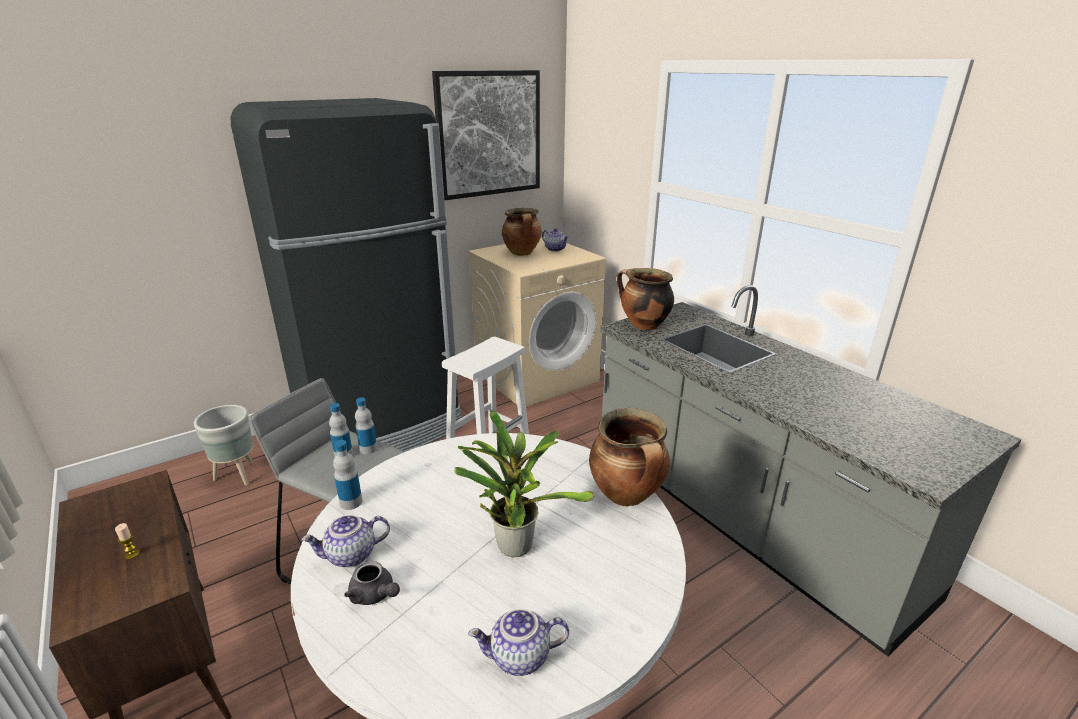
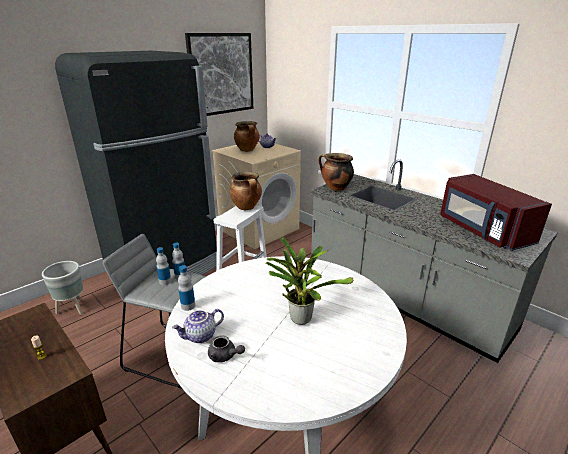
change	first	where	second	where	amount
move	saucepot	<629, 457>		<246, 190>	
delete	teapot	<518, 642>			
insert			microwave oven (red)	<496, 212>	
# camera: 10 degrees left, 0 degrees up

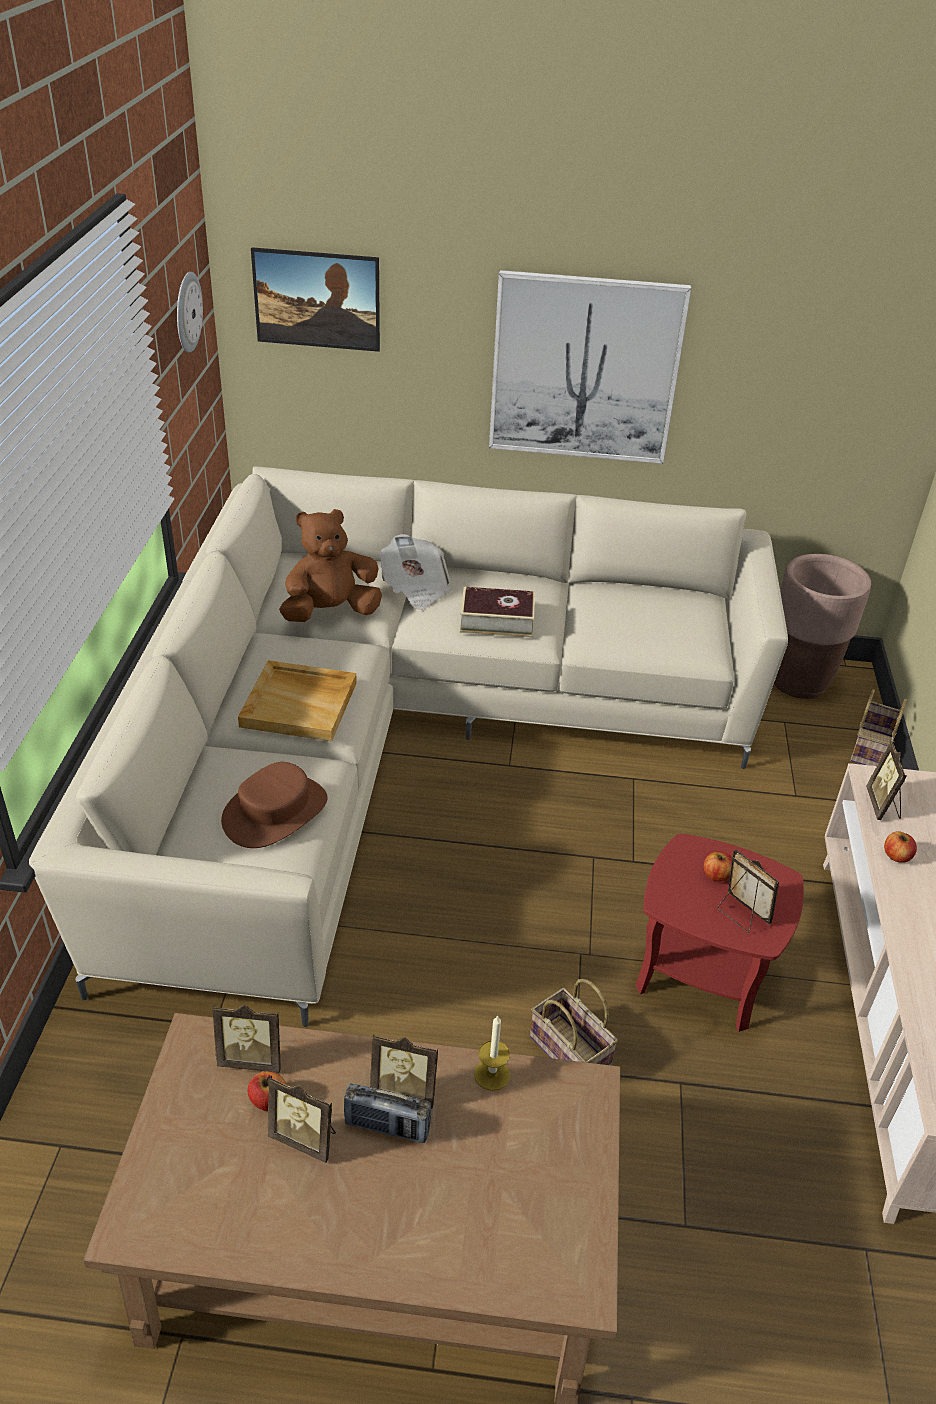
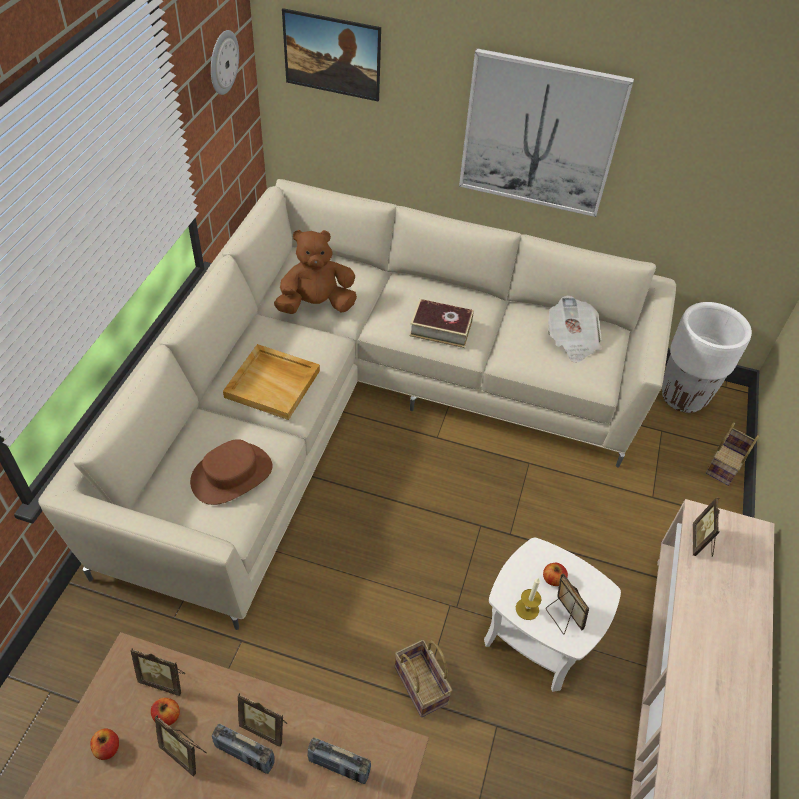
change	first	where	second	where	amount
move	newspaper	<415, 572>		<574, 329>	
recolor	plant pot (brownish)	<822, 626>	plant pot (whitish)	<707, 357>	
move	apple	<900, 847>		<104, 744>	
recolor	accent table (red)	<719, 933>	accent table (whitish)	<552, 615>	
move	wax light	<492, 1053>		<529, 599>	
insert			radio	<339, 760>	
# camera: 10 degrees right, 10 degrees up

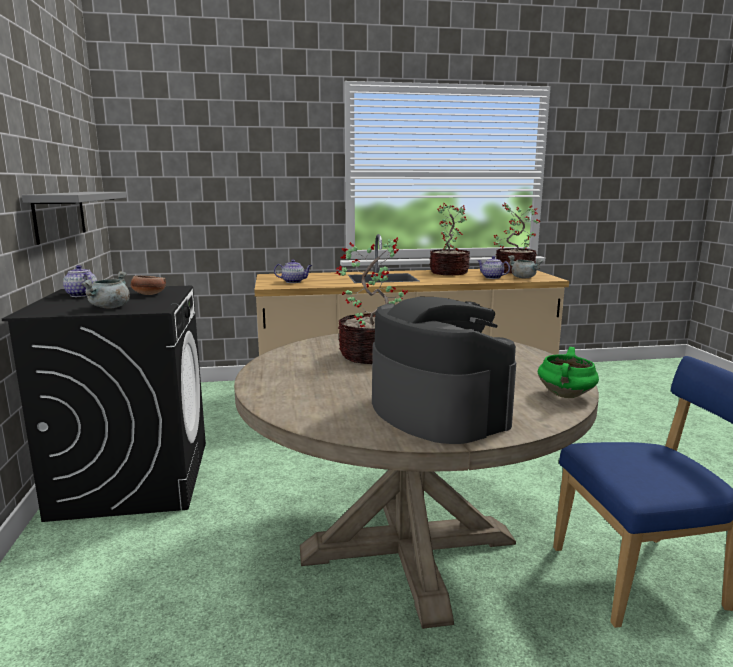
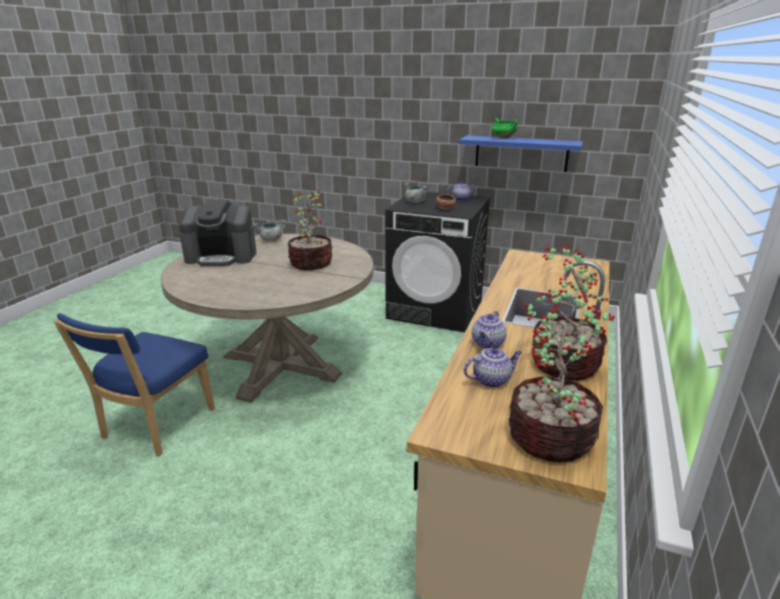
change	first	where	second	where	amount
recolor	bracket shelf (gray)	<74, 218>	bracket shelf (blue)	<521, 153>	
move	saucepot (gray)	<525, 266>		<269, 231>	
move	teapot	<293, 271>		<489, 330>	
move	saucepot (green)	<568, 372>		<505, 128>	
# camera: 120 degrees right, 10 degrees up

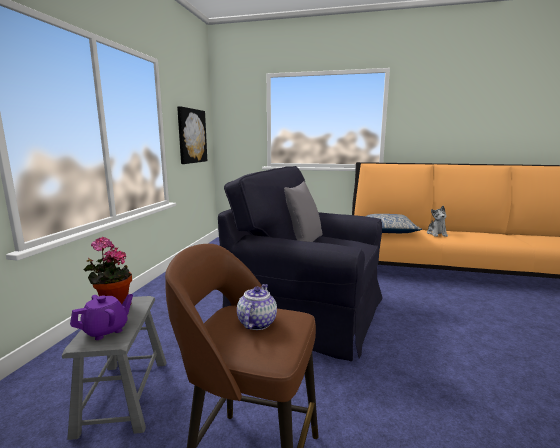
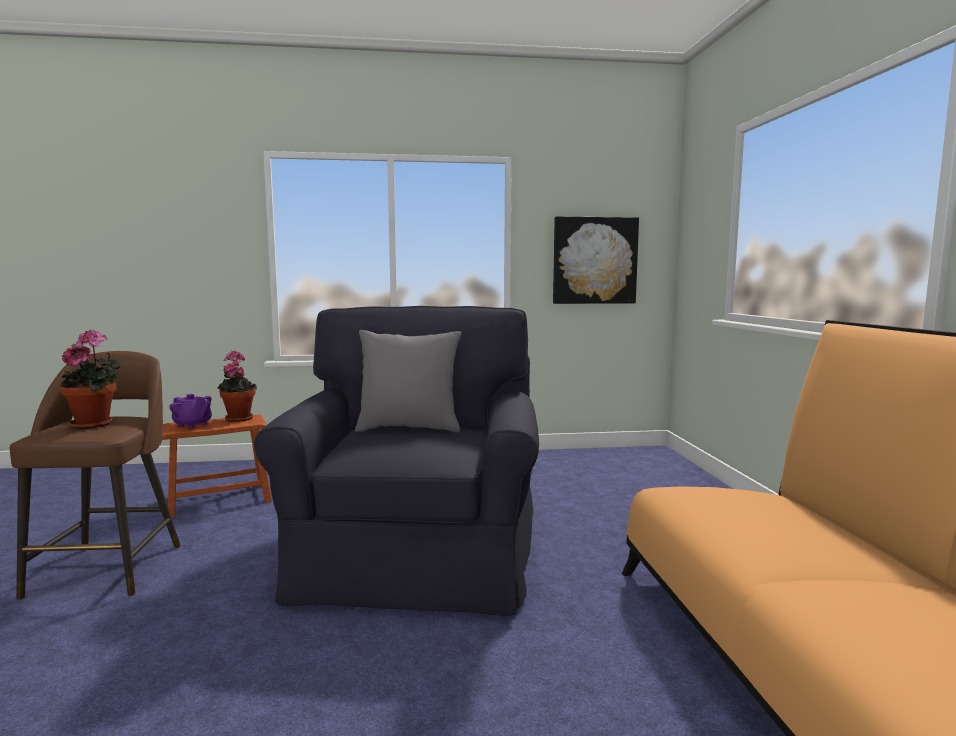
change	first	where	second	where	amount
delete	soft toy	<437, 221>			
delete	pillow	<394, 223>			
replace	teapot	<257, 307>	potted plant	<91, 379>	
recolor	stool seat (gray)	<114, 368>	stool seat (brownish)	<217, 466>	
# camera: 70 degrees right, 5 degrees down

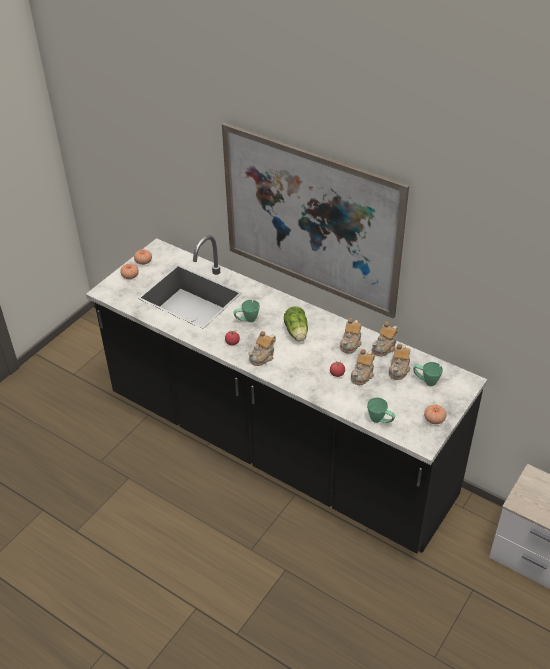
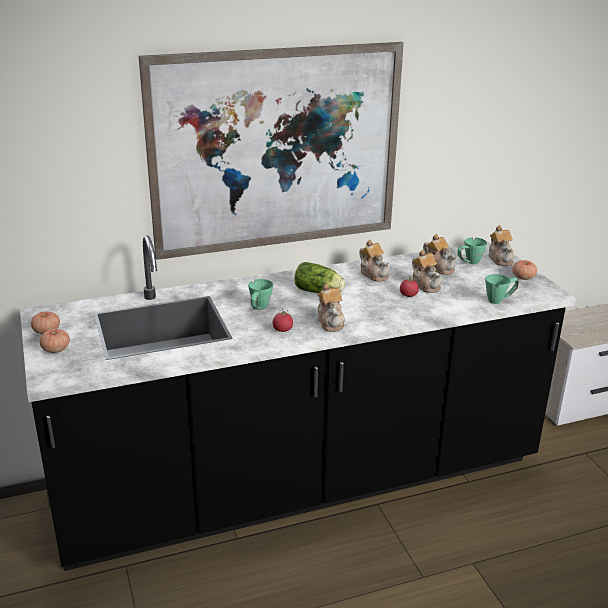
change	first	where	second	where	amount
move	teapot	<385, 339>		<501, 245>	
# camera: 55 degrees left, 15 degrees down

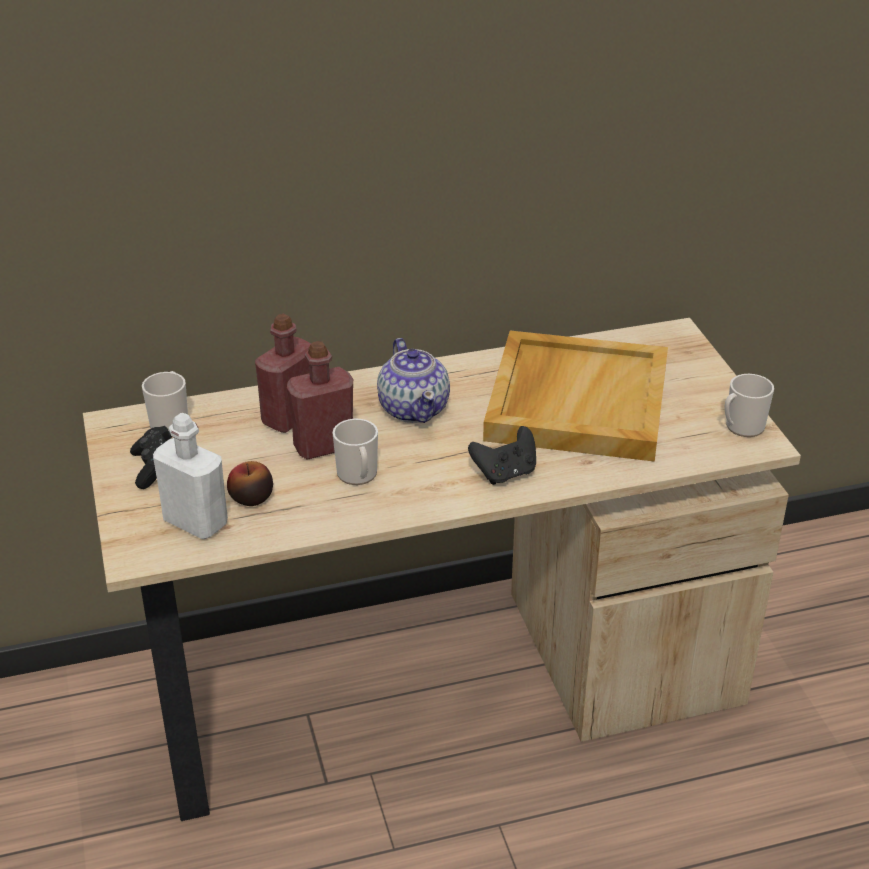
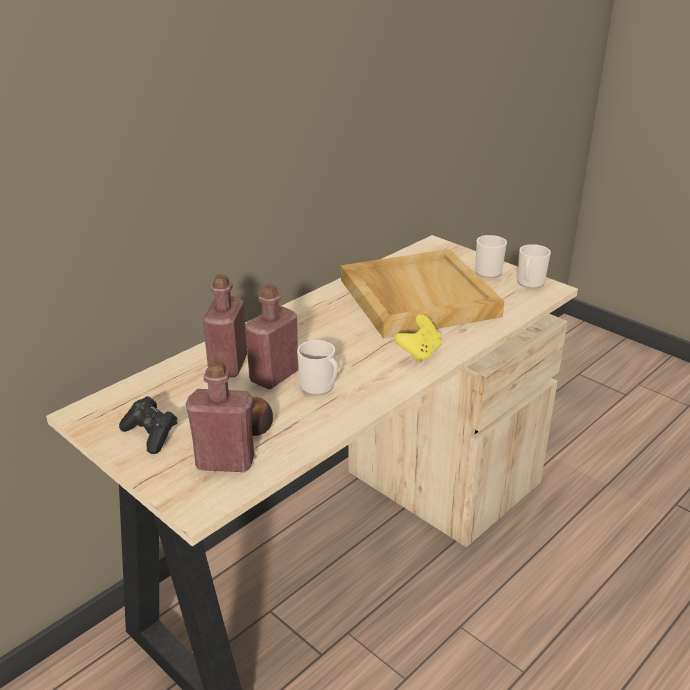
change	first	where	second	where	amount
delete	teapot	<413, 380>			
move	mug	<165, 401>		<491, 256>	
recolor	drink bottle (whitish)	<190, 476>	drink bottle (red)	<220, 416>	
recolor	gamepad (blackish)	<502, 455>	gamepad (yellow-coloured)	<417, 338>	
# camera: 30 degrees left, 5 degrees down

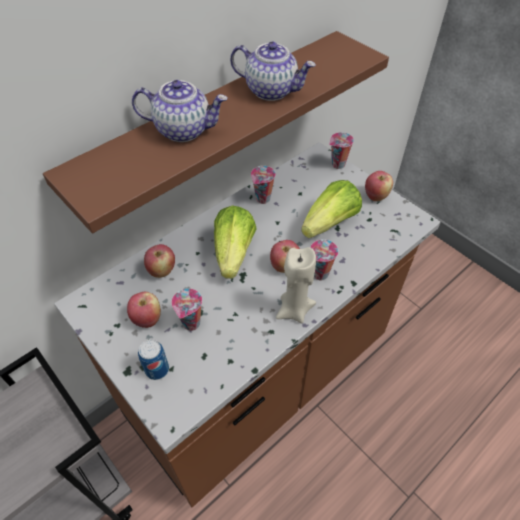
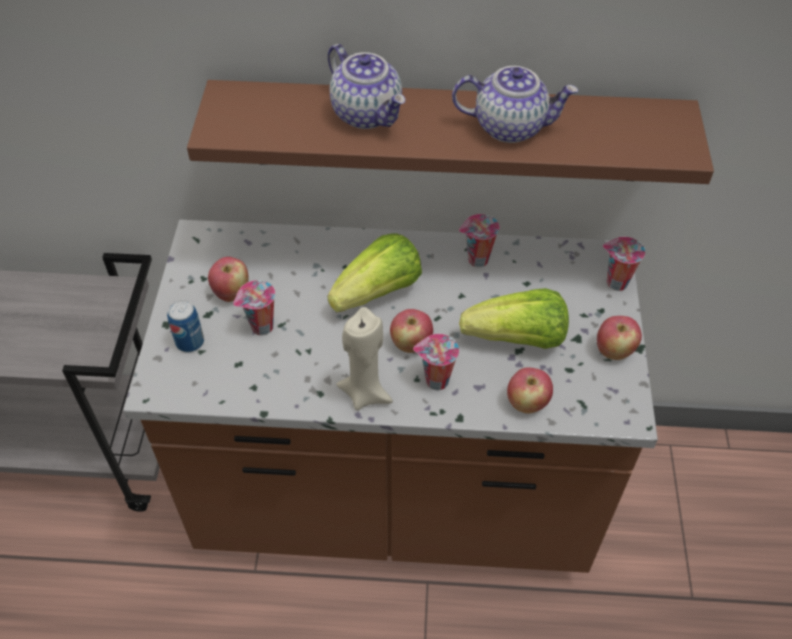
change	first	where	second	where	amount
rotate	teapot	<273, 71>		<515, 104>	60 degrees counterclockwise
move	apple	<159, 261>		<530, 390>	
# camera: 45 degrees right, 0 degrees up

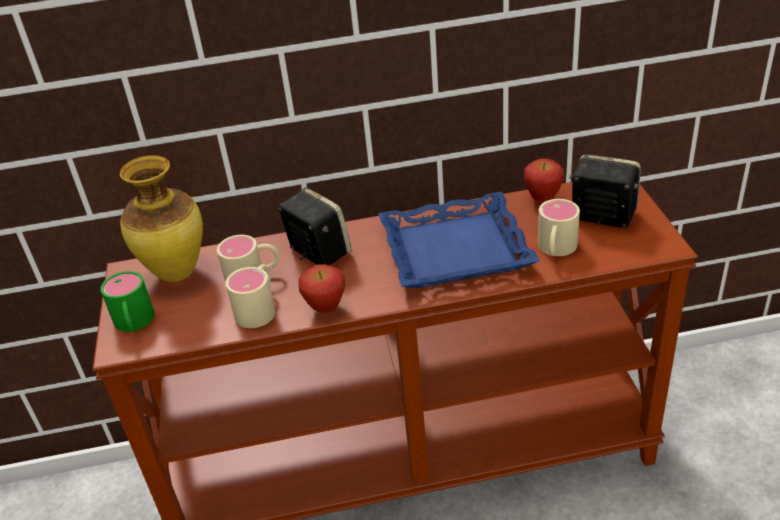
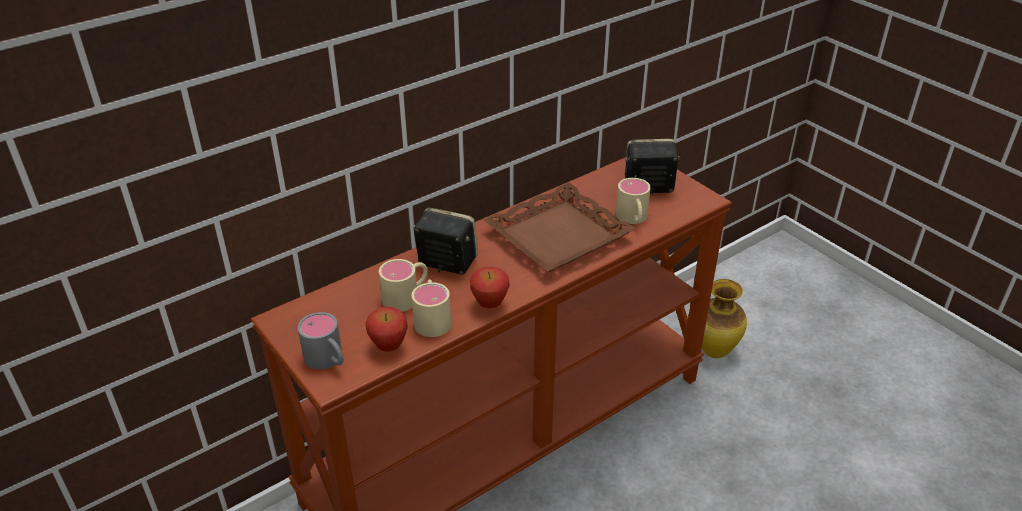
change	first	where	second	where	amount
move	flower vase	<161, 218>		<724, 318>	
move	apple	<544, 180>		<387, 329>	
recolor	tray (blue)	<459, 240>	tray (brownish)	<559, 227>	
recolor	mug (green)	<127, 301>	mug (gray)	<321, 341>	
# camera: 30 degrees left, 0 degrees up

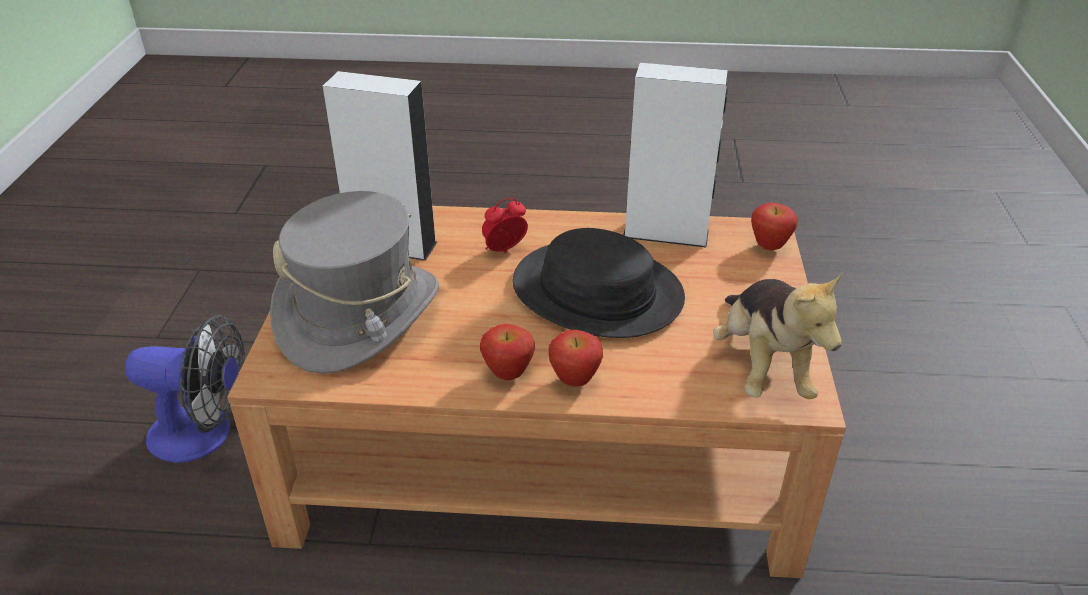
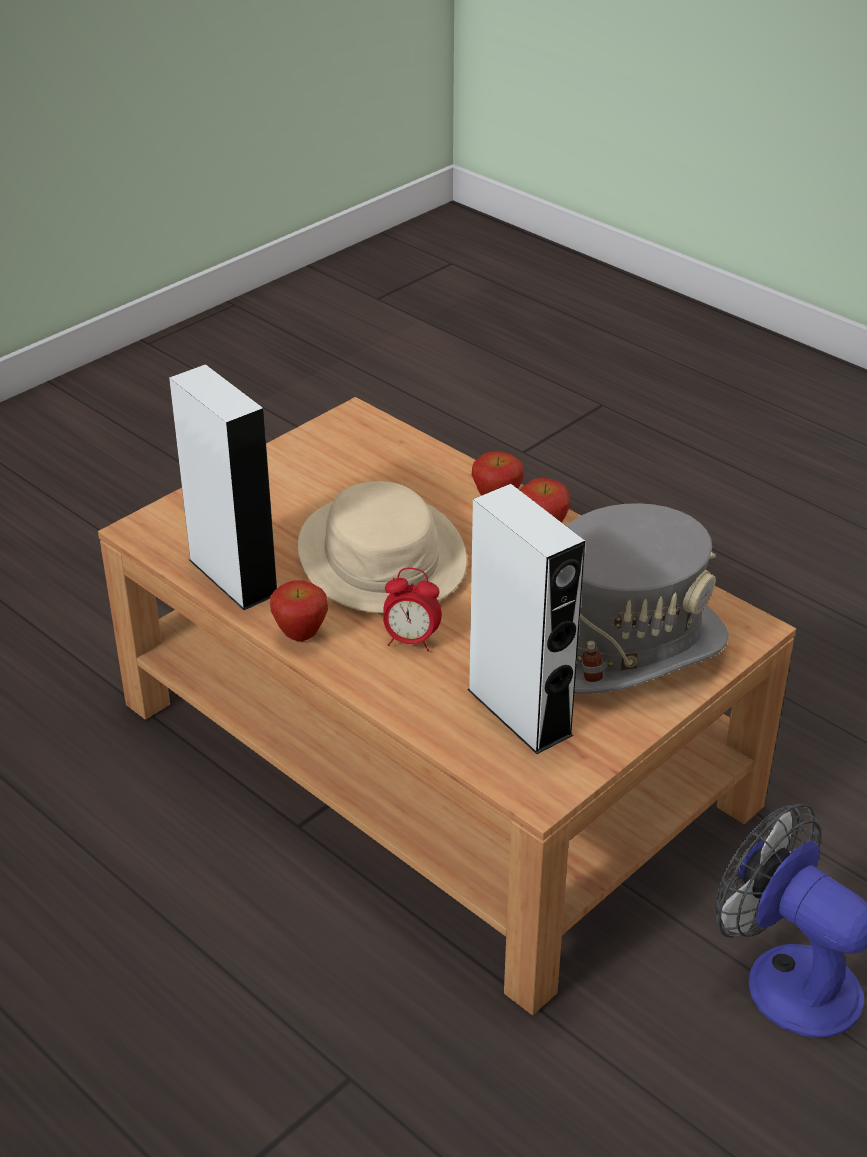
change	first	where	second	where	amount
move	apple	<774, 226>		<299, 611>	
recolor	wearable hat (blackish)	<599, 283>	wearable hat (beige)	<382, 547>	
delete	soft toy	<777, 335>			
# camera: 140 degrees left, 0 degrees up

